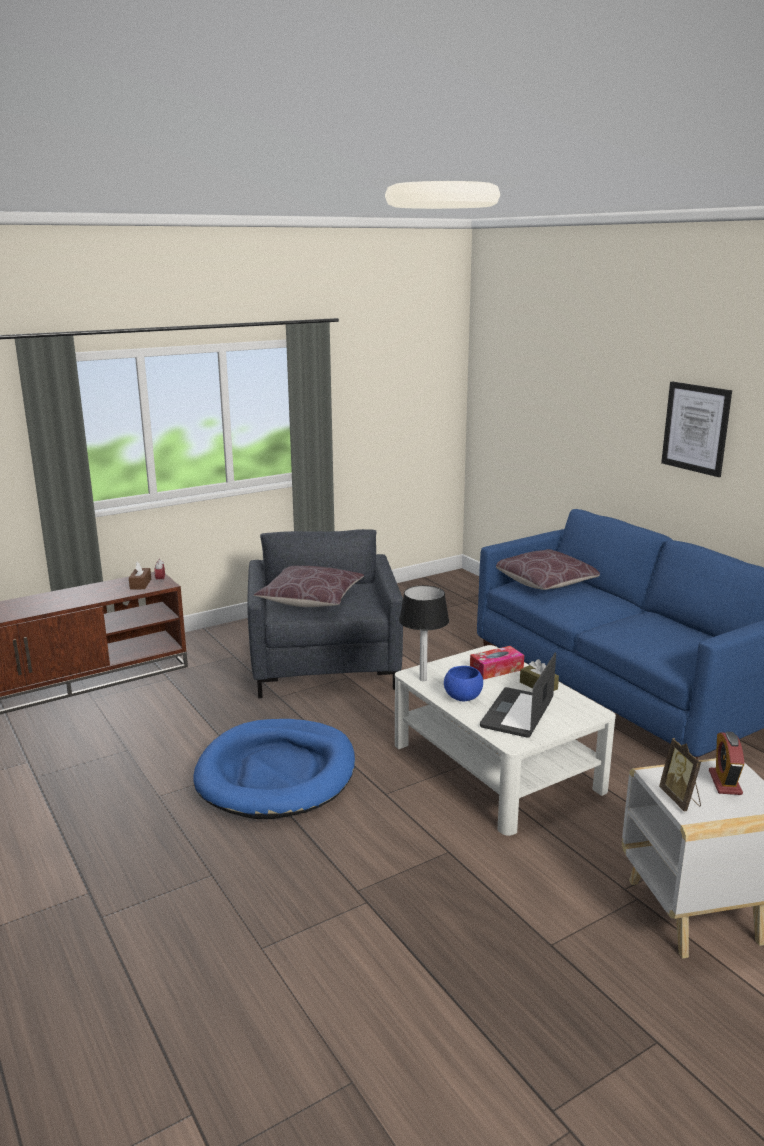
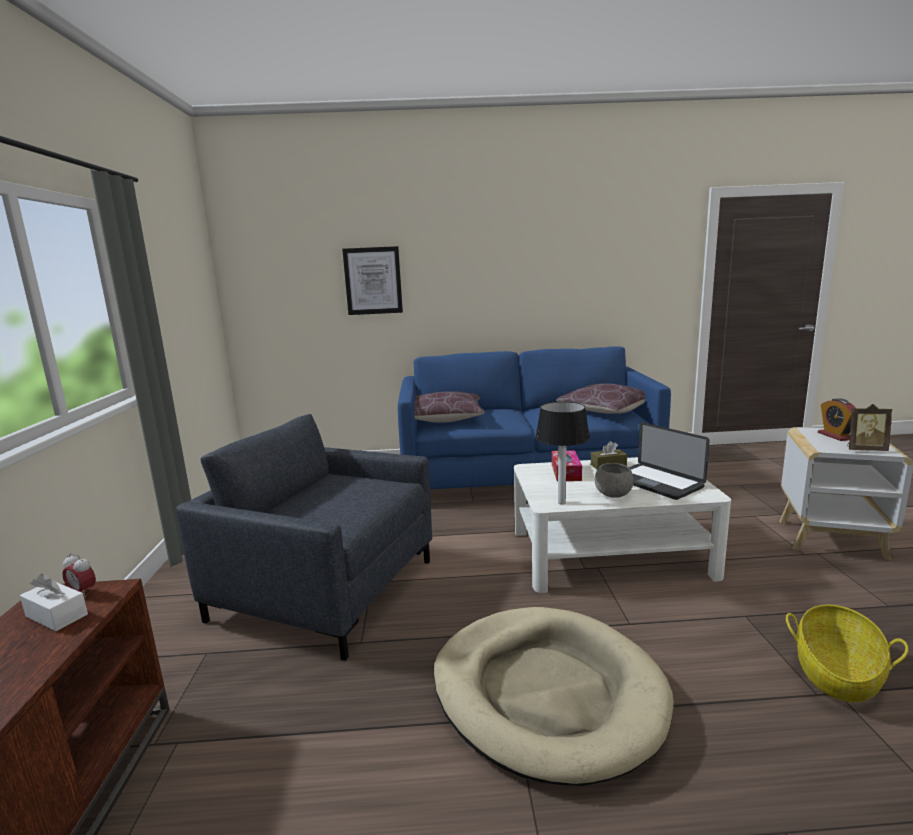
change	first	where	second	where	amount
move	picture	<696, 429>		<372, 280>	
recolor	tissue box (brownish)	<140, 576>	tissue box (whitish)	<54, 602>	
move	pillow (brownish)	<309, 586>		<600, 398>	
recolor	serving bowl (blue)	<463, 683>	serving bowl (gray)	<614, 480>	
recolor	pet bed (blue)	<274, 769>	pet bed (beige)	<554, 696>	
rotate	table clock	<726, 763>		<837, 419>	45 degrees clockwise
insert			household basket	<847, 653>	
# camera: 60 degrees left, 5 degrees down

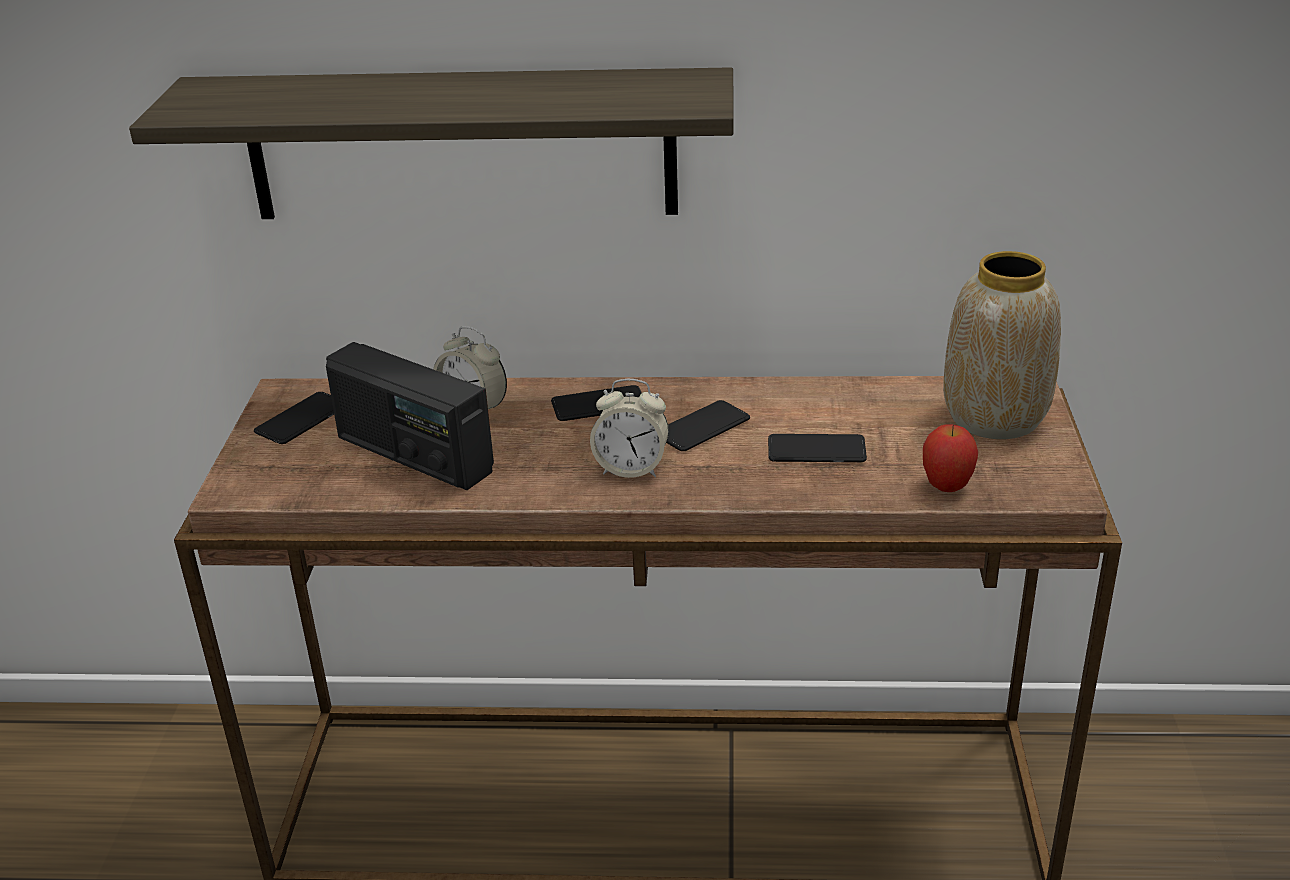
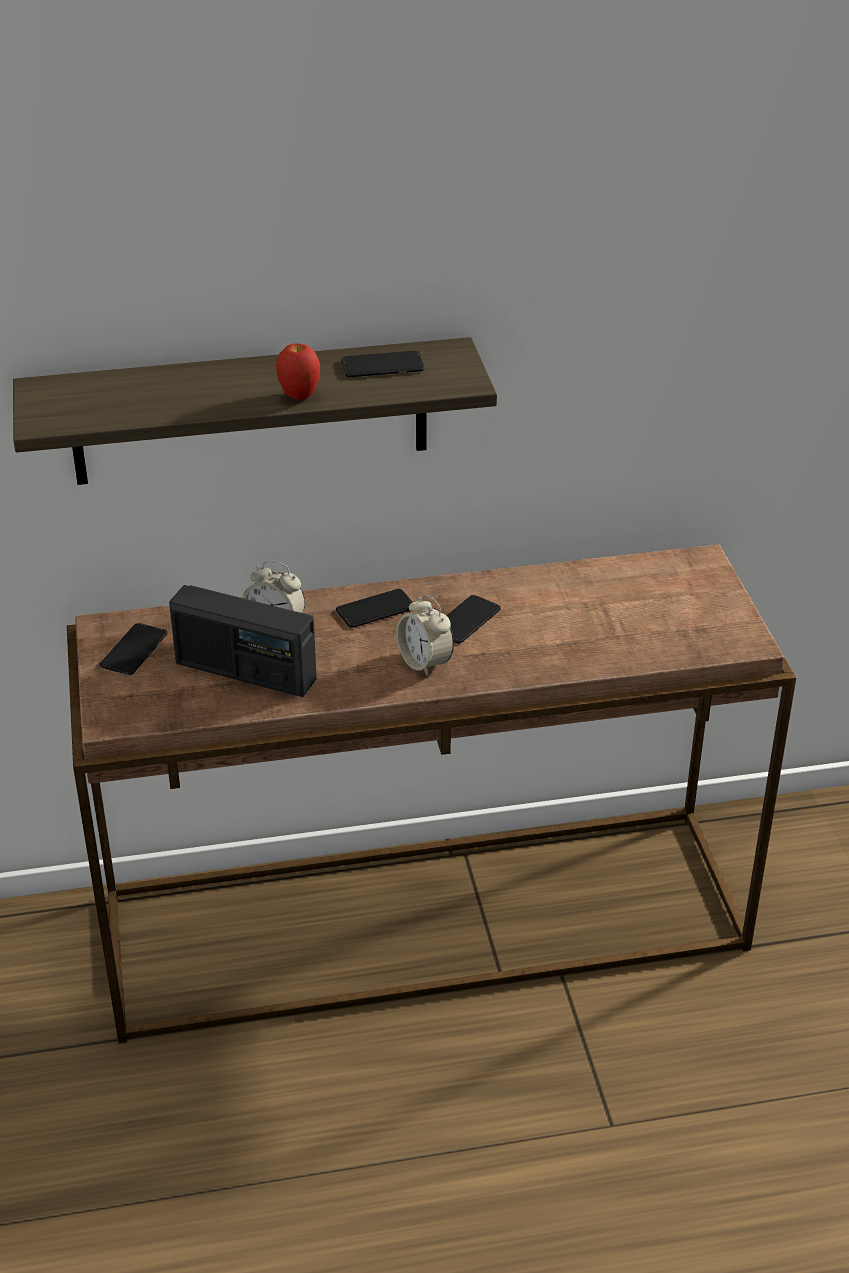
change	first	where	second	where	amount
delete	flower vase	<1002, 345>			
rotate	table clock	<629, 428>		<425, 635>	60 degrees clockwise
move	apple	<950, 458>		<298, 371>	
move	handset	<817, 448>		<383, 364>	
# camera: 15 degrees left, 5 degrees up

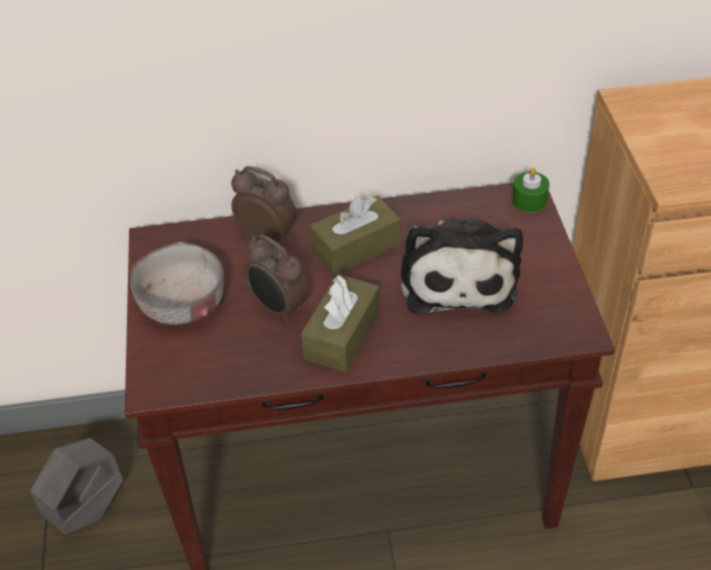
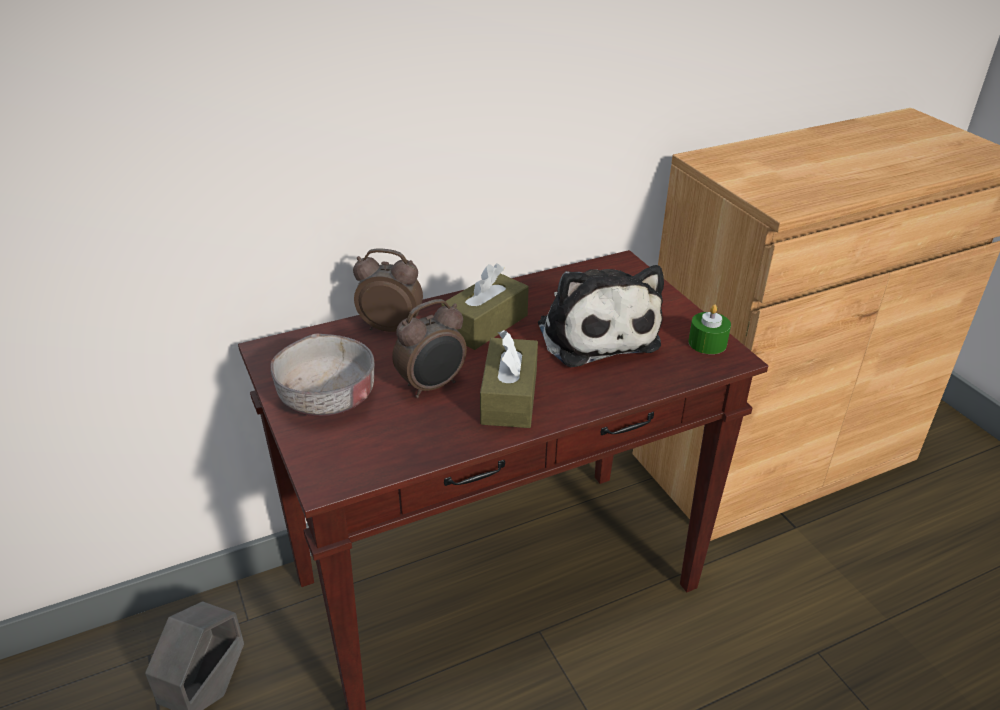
change	first	where	second	where	amount
move	wax light (green)	<531, 190>		<709, 329>	
rotate	table clock	<276, 278>		<429, 348>	60 degrees counterclockwise
# camera: 20 degrees left, 10 degrees down

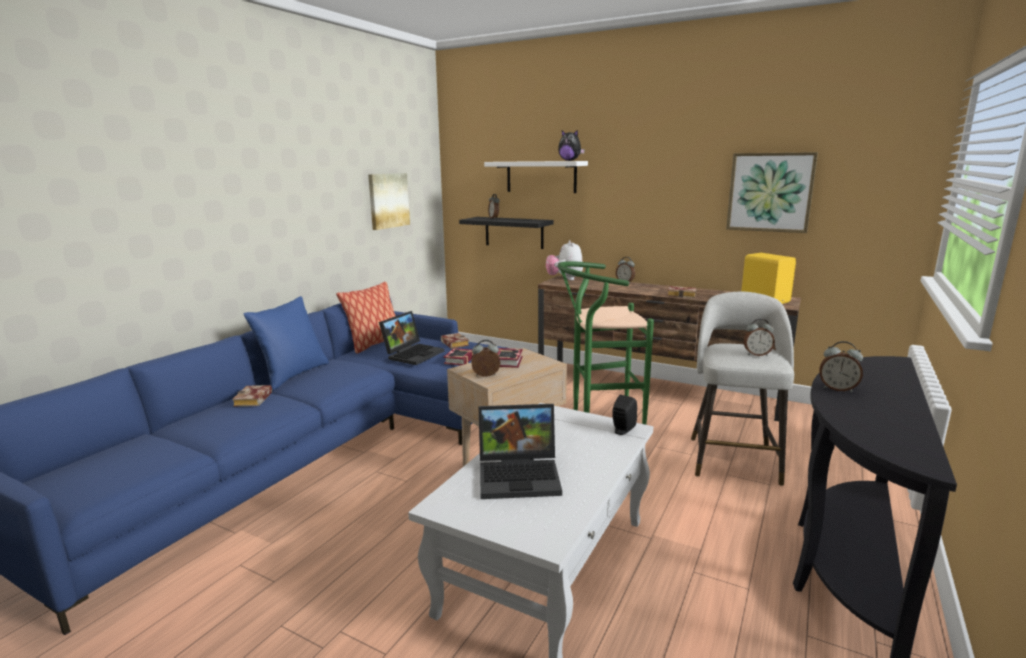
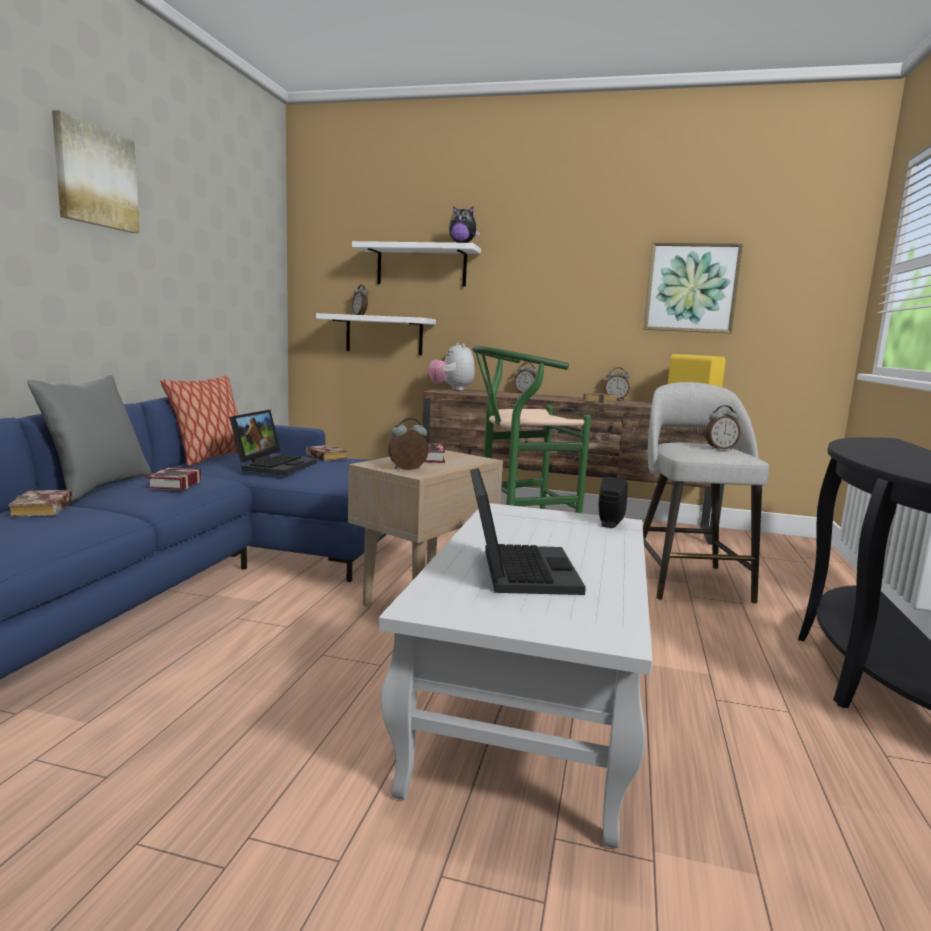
change	first	where	second	where	amount
move	picture	<389, 201>		<96, 171>	
recolor	bracket shelf (blackish)	<506, 233>	bracket shelf (whitish)	<376, 334>	
recolor	pillow (blue)	<286, 343>	pillow (gray)	<89, 438>	
move	table clock	<841, 366>		<617, 384>	
move	bound book	<458, 356>		<173, 479>	
rotate	notebook computer	<520, 451>		<528, 531>	75 degrees counterclockwise
# camera: 15 degrees left, 5 degrees down

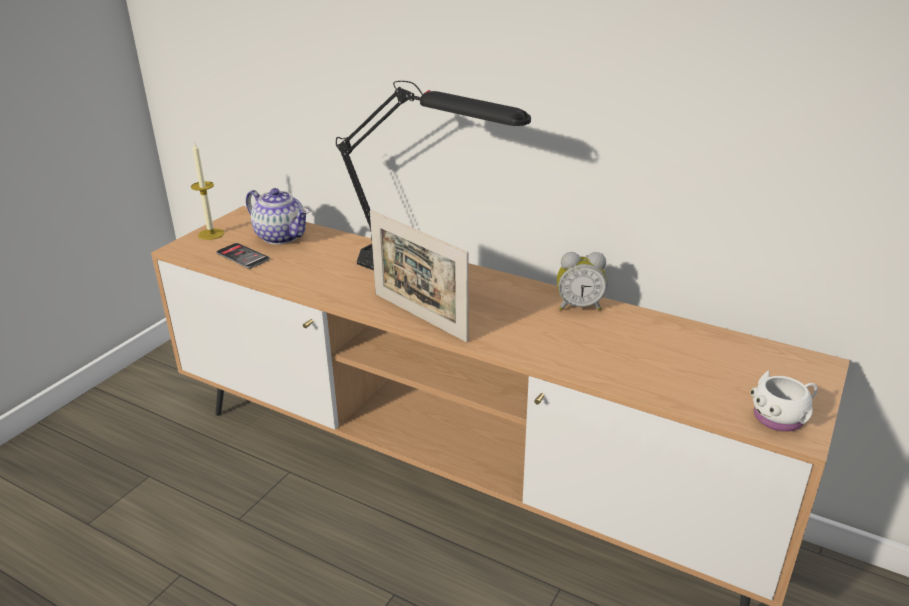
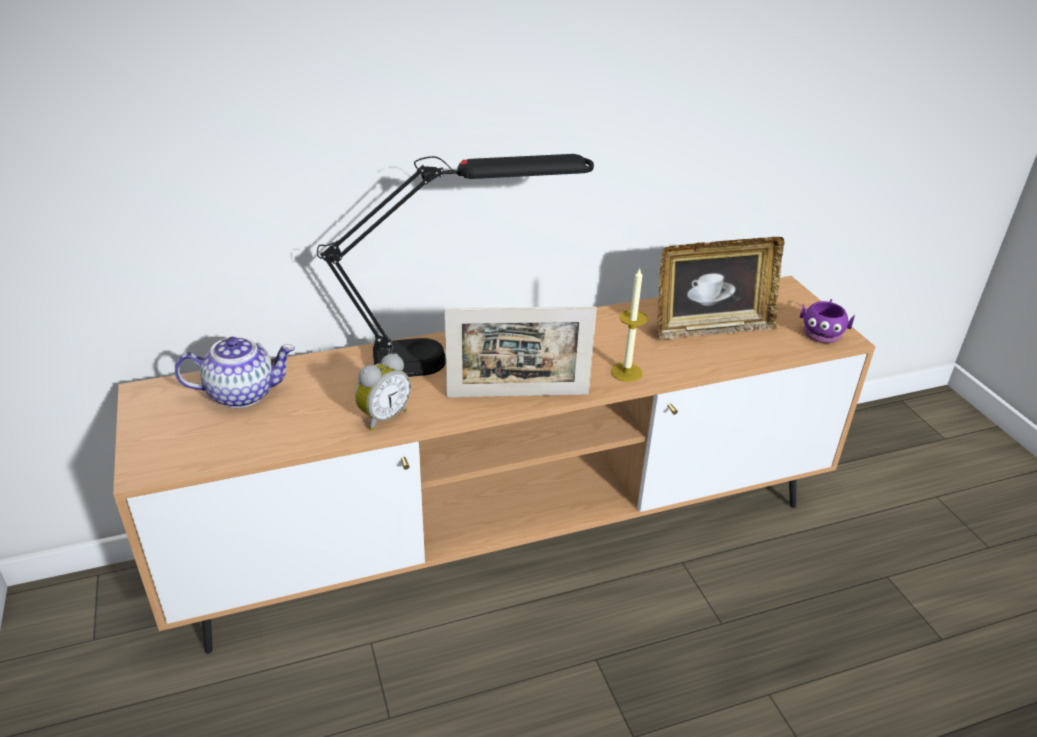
change	first	where	second	where	amount
move	wax light	<207, 191>		<629, 325>	
delete	handset	<243, 256>			
move	table clock	<582, 281>		<383, 392>	
recolor	mug (whitish)	<784, 401>	mug (purple-coloured)	<827, 321>	
insert			picture frame	<720, 288>	
# camera: 50 degrees left, 5 degrees up

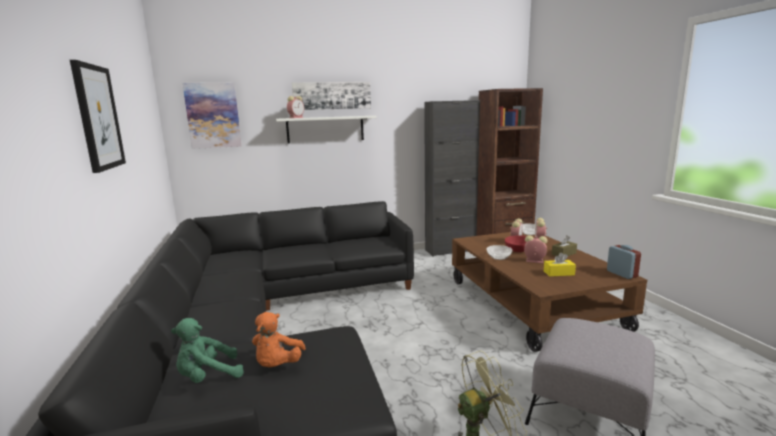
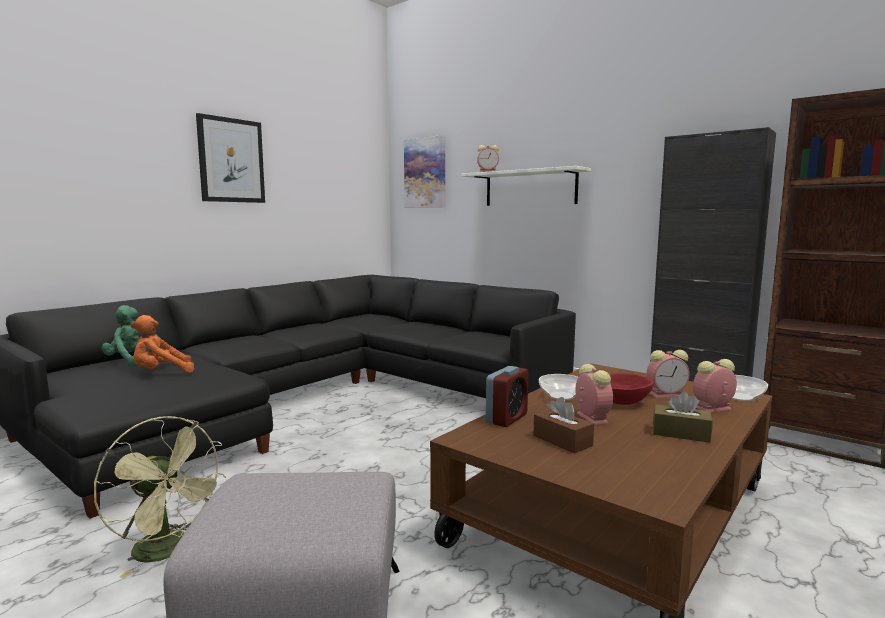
change	first	where	second	where	amount
delete	picture	<331, 96>			
move	table clock	<624, 262>		<507, 396>	
recolor	tissue box (yellow-coloured)	<560, 264>	tissue box (brownish)	<563, 425>	
# camera: 55 degrees right, 5 degrees down

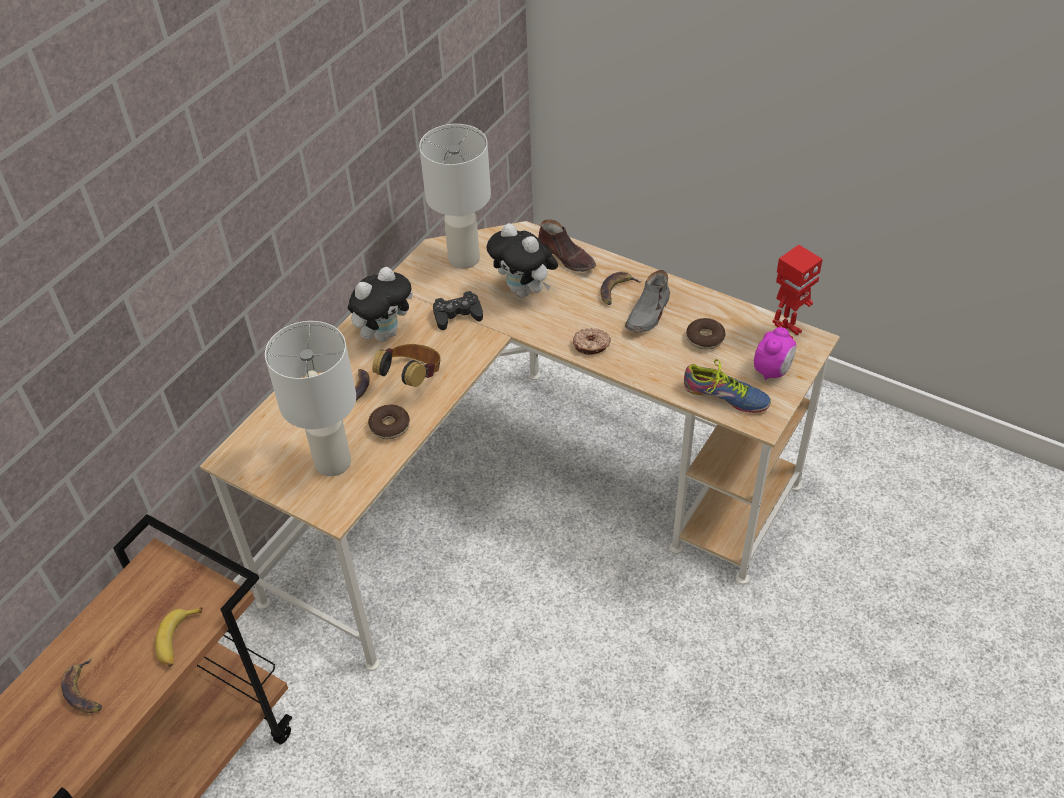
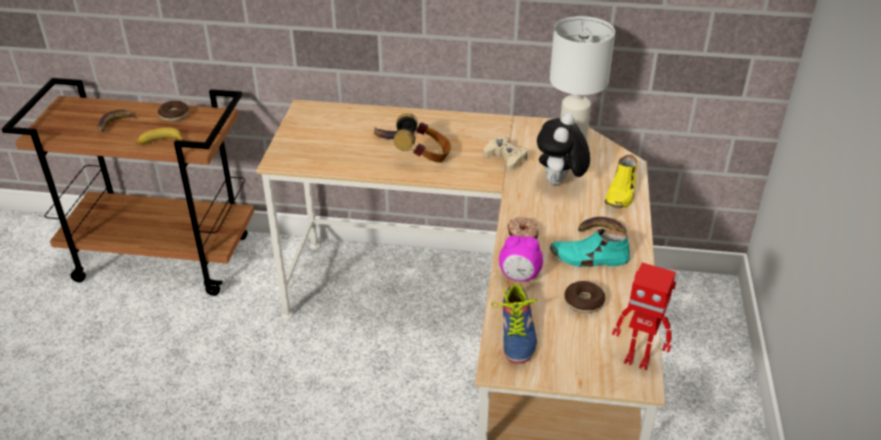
change	first	where	second	where	amount
recolor	shoe (brownish)	<567, 245>	shoe (yellow-coloured)	<620, 181>	
delete	soft toy	<380, 304>			
recolor	shoe (gray)	<647, 301>	shoe (turquoise-coloured)	<590, 247>	
recolor	gamepad (blackish)	<458, 310>	gamepad (beige)	<505, 154>	
delete	table lamp (whitish)	<310, 398>			
move	table clock	<775, 353>		<521, 258>	
move	doughnut	<389, 422>		<173, 111>	
# camera: 65 degrees right, 10 degrees down

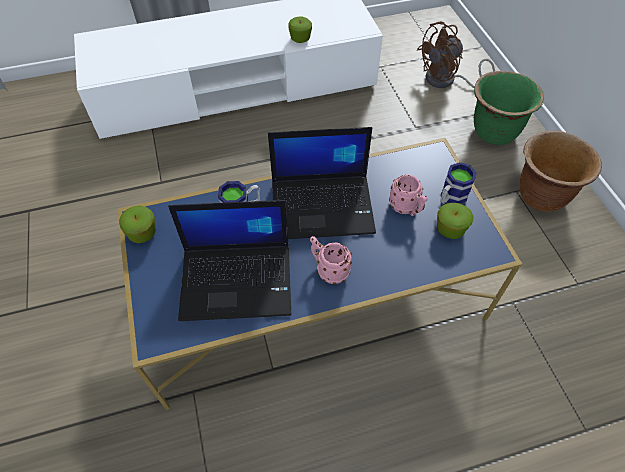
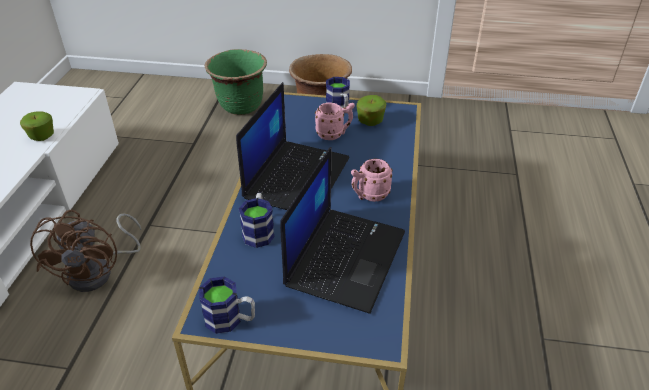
change	first	where	second	where	amount
move	cooling fan (brownish)	<456, 54>		<85, 251>	
replace	apple	<137, 224>	mug	<227, 305>	
# camera: 65 degrees left, 15 degrees down

